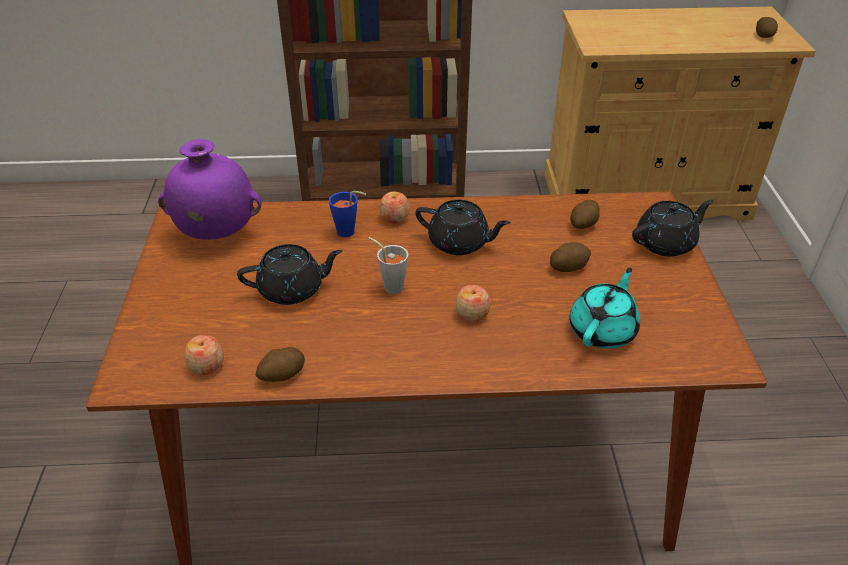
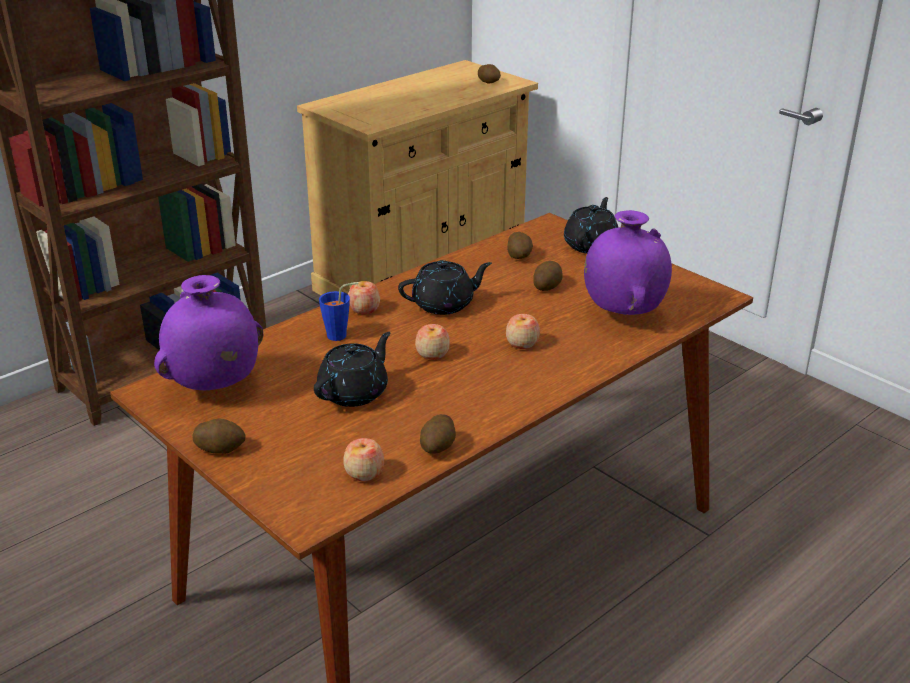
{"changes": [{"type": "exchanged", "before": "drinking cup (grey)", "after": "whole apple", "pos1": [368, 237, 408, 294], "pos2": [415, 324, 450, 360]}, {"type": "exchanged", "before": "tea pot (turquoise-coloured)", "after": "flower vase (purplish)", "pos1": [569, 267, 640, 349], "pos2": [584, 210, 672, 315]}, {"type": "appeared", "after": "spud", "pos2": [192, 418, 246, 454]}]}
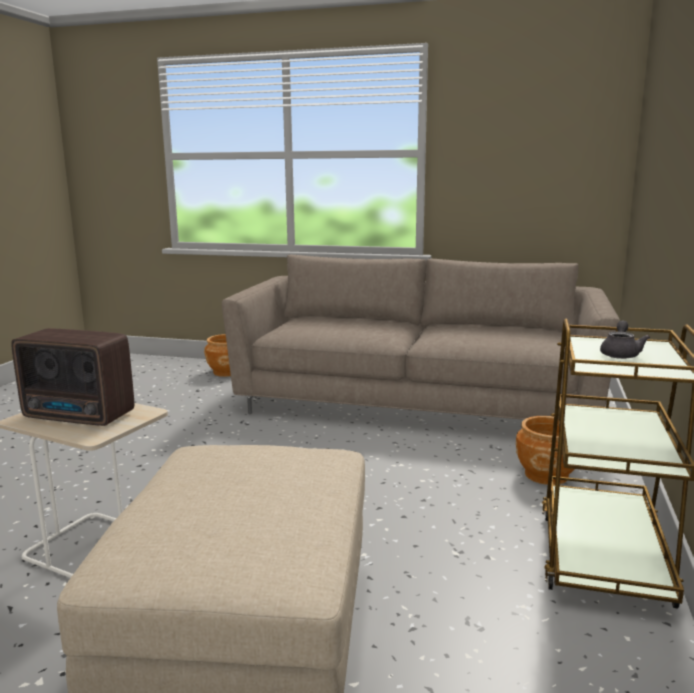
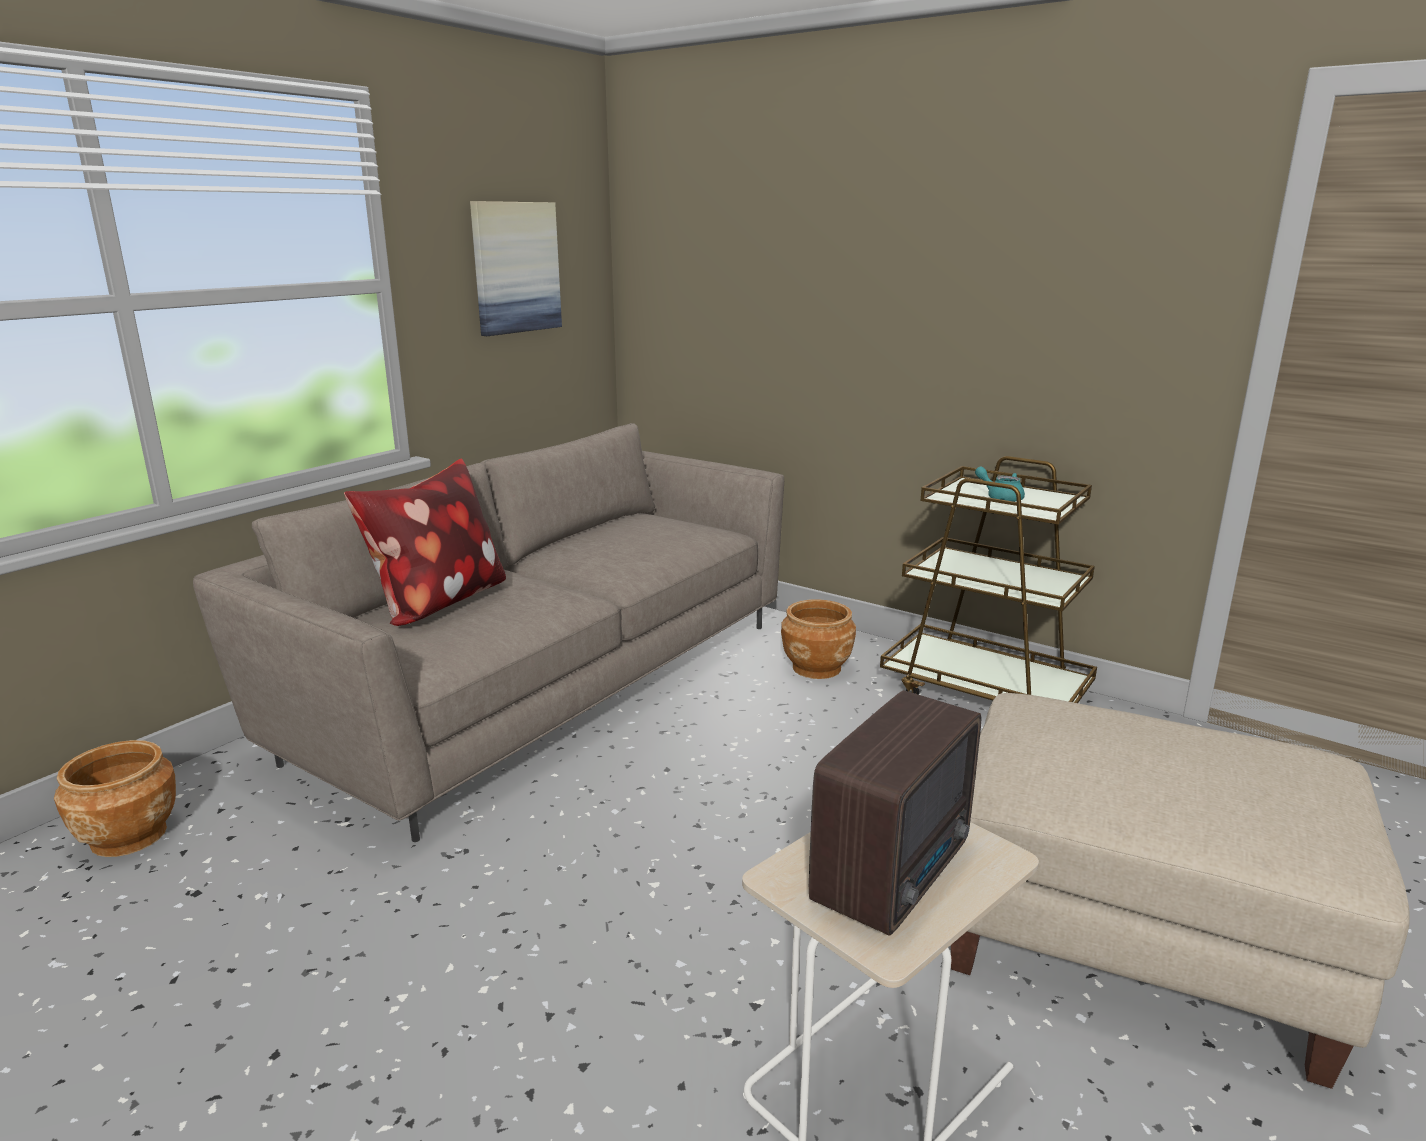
{"changes": [{"type": "colour", "before": "tea pot (grey)", "after": "tea pot (turquoise-coloured)", "pos1": [600, 320, 650, 359], "pos2": [975, 467, 1025, 502]}, {"type": "appeared", "after": "cushion", "pos2": [344, 458, 506, 626]}, {"type": "appeared", "after": "wall art", "pos2": [470, 201, 562, 336]}]}
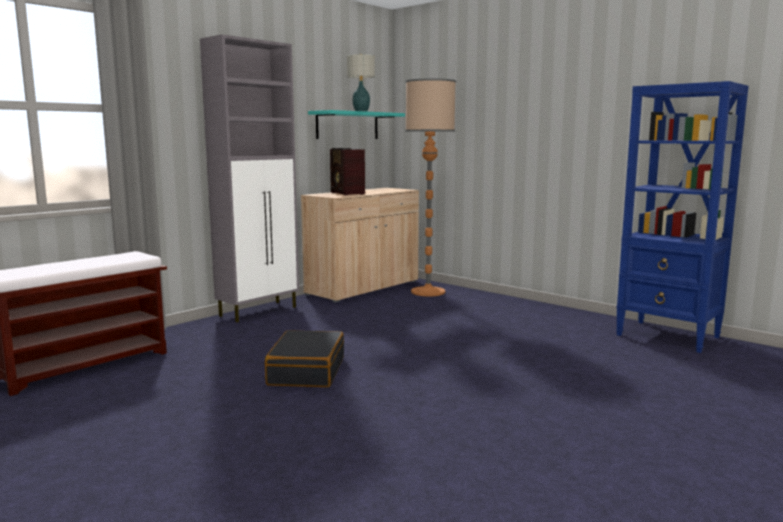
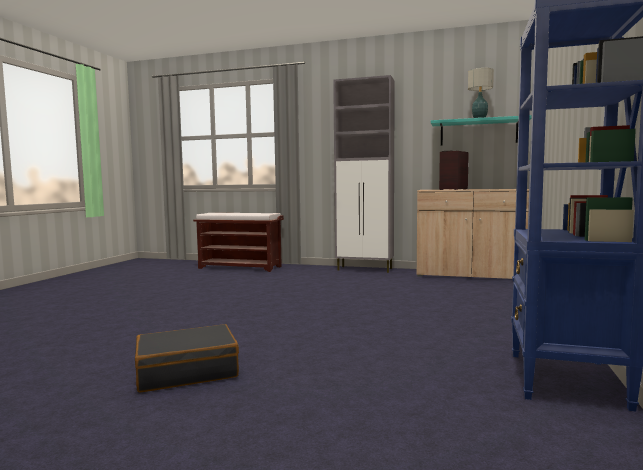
{"changes": [{"type": "relocated", "before": "travel case (black-coloured)", "pos1": [265, 330, 344, 387], "pos2": [135, 324, 239, 393]}, {"type": "missing", "before": "floor lamp", "pos1": [405, 79, 456, 296]}]}
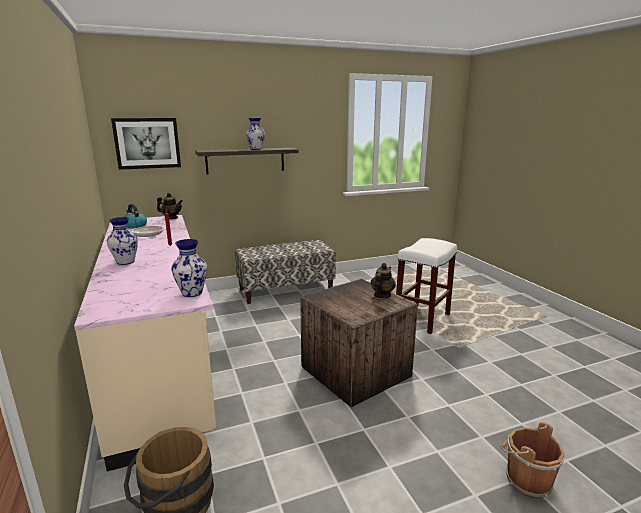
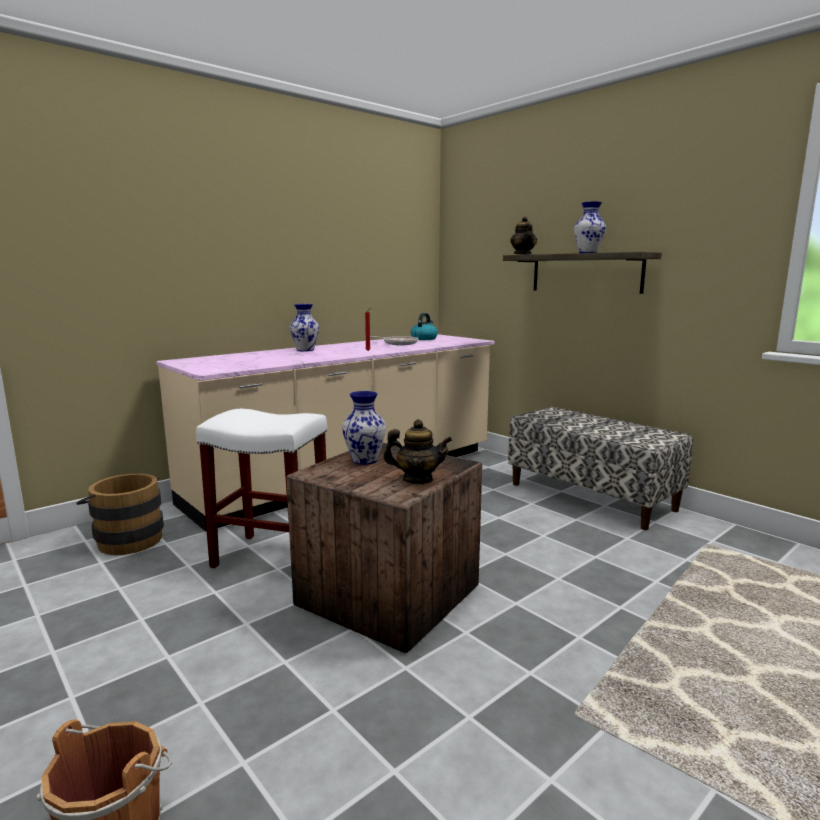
{"changes": [{"type": "missing", "before": "wall art", "pos1": [111, 118, 181, 170]}, {"type": "relocated", "before": "tea pot", "pos1": [157, 193, 183, 219], "pos2": [510, 216, 537, 255]}, {"type": "relocated", "before": "flower vase", "pos1": [171, 239, 207, 297], "pos2": [342, 391, 386, 465]}, {"type": "relocated", "before": "sitting stool (whitish)", "pos1": [396, 238, 457, 334], "pos2": [196, 409, 327, 568]}]}
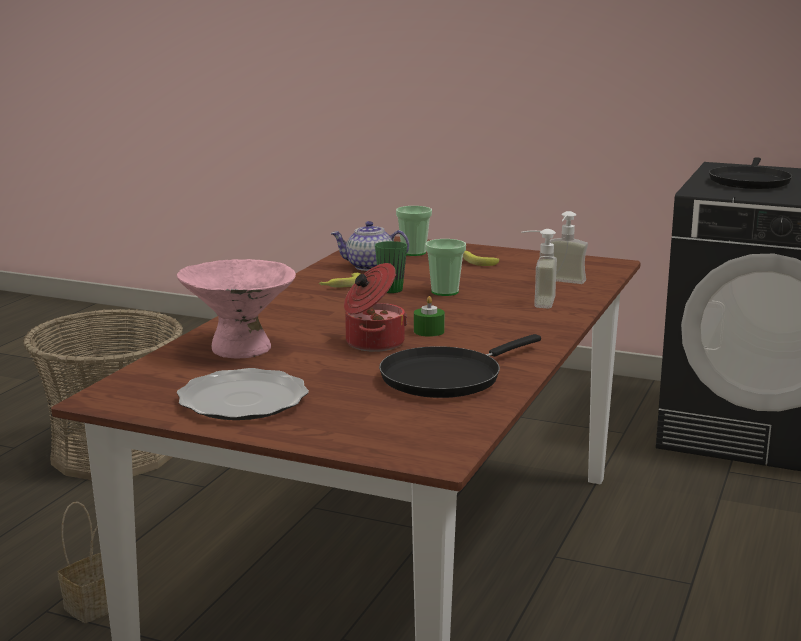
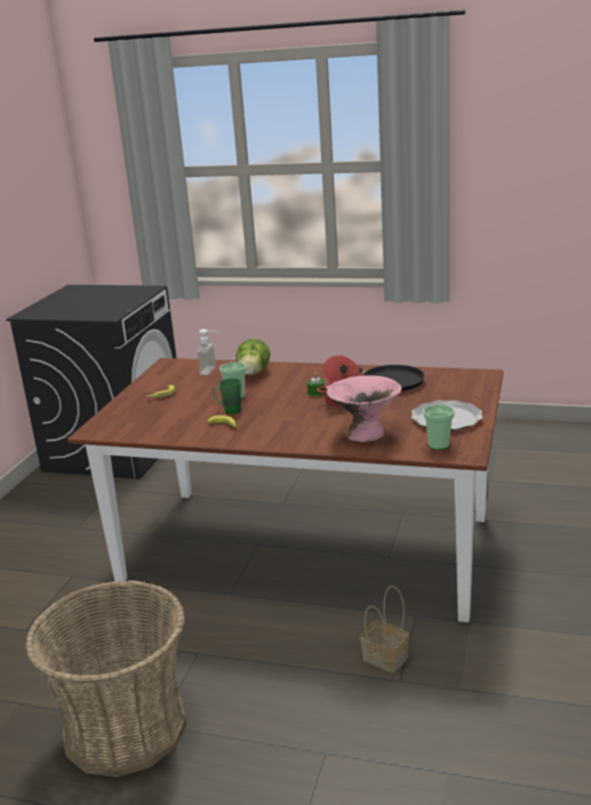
{"changes": [{"type": "missing", "before": "tea pot", "pos1": [330, 221, 409, 271]}, {"type": "relocated", "before": "drinking cup", "pos1": [396, 206, 432, 256], "pos2": [423, 405, 455, 450]}, {"type": "exchanged", "before": "liquid soap bottle", "after": "lettuce", "pos1": [521, 229, 557, 308], "pos2": [236, 338, 270, 375]}, {"type": "missing", "before": "pan (black-coloured)", "pos1": [709, 157, 792, 189]}]}
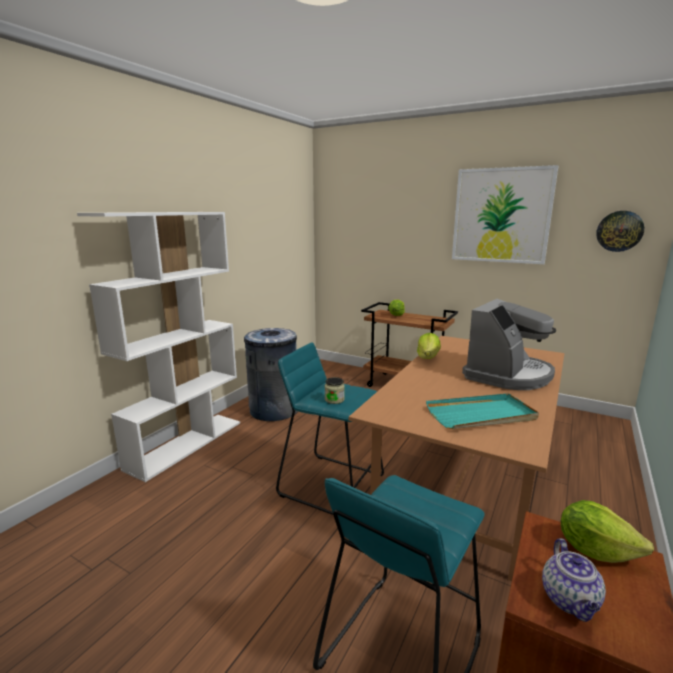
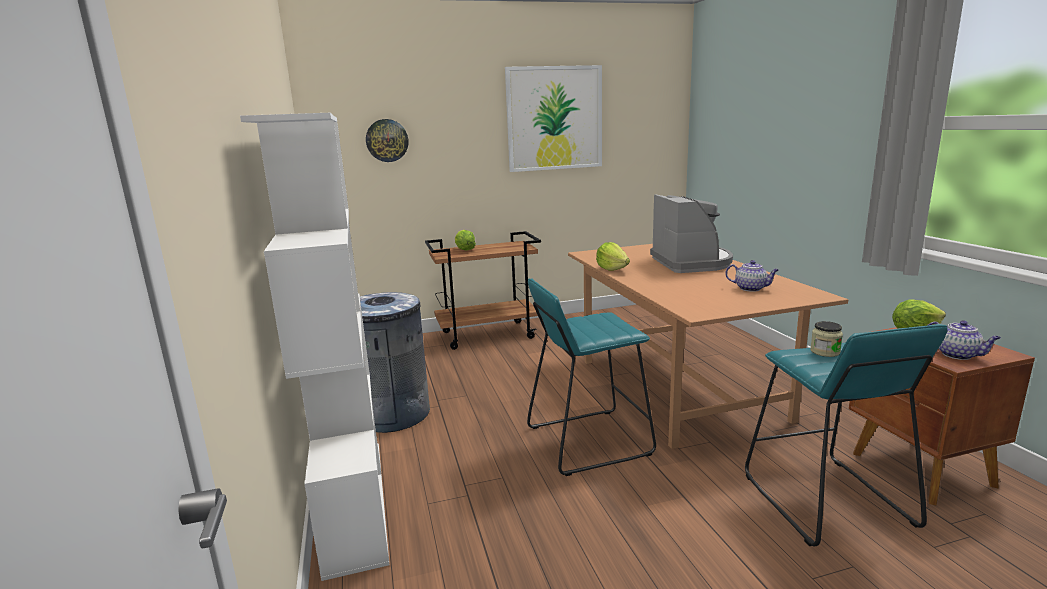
{"changes": [{"type": "relocated", "before": "preserve jar", "pos1": [325, 377, 345, 404], "pos2": [810, 321, 843, 357]}, {"type": "exchanged", "before": "carrying tray (turquoise-coloured)", "after": "tea pot", "pos1": [426, 393, 539, 429], "pos2": [725, 260, 779, 292]}, {"type": "relocated", "before": "clock on the wall", "pos1": [596, 211, 644, 252], "pos2": [366, 119, 409, 162]}]}
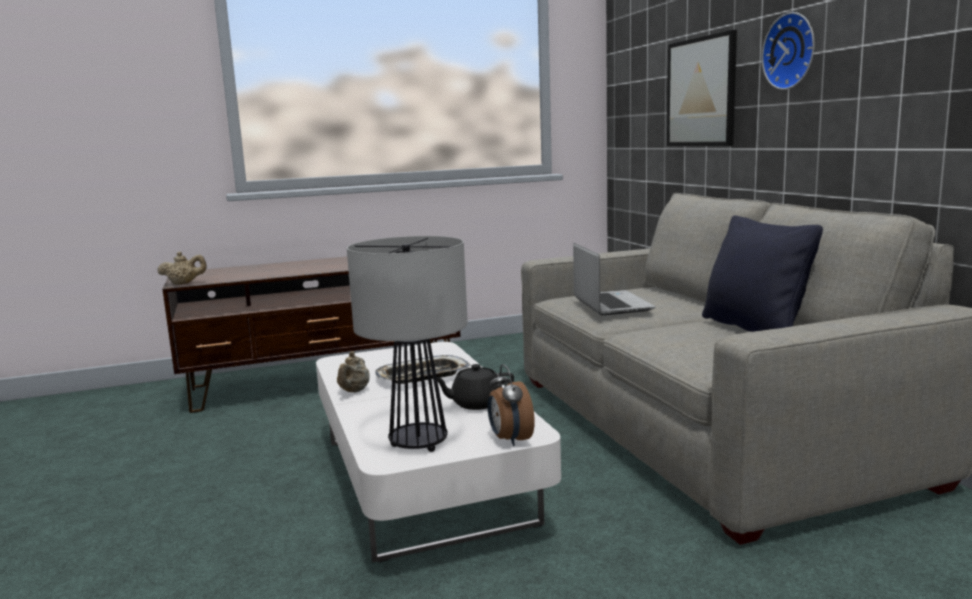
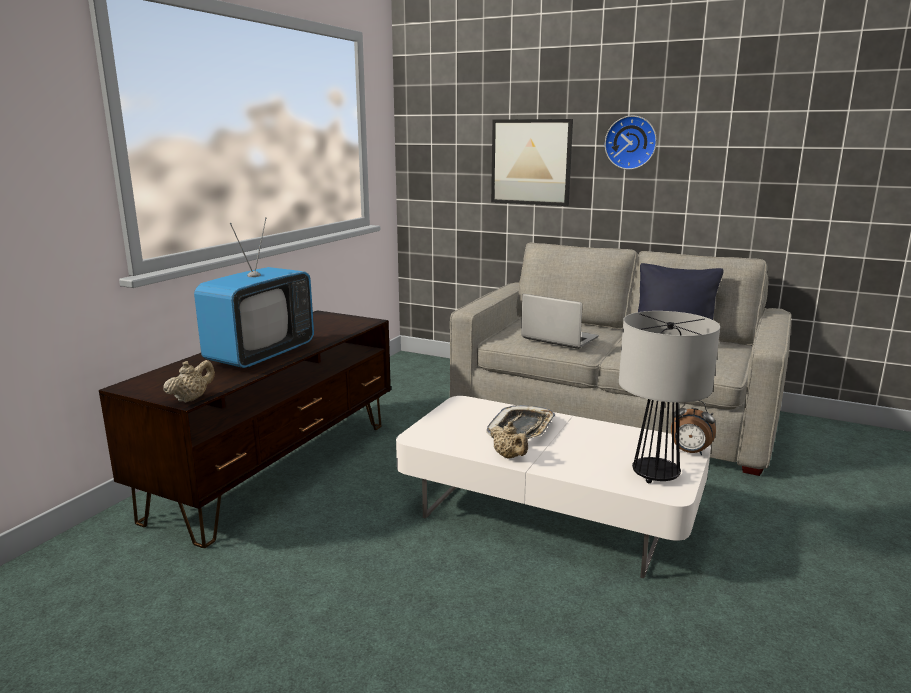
{"changes": [{"type": "missing", "before": "tea pot (black-coloured)", "pos1": [432, 364, 514, 410]}, {"type": "appeared", "after": "TV set", "pos2": [194, 217, 314, 368]}]}
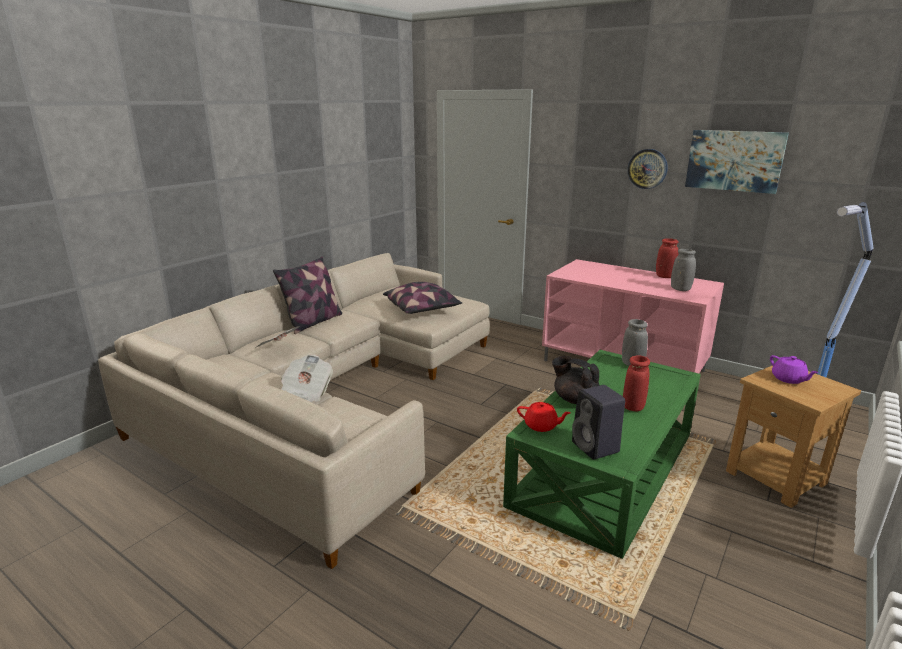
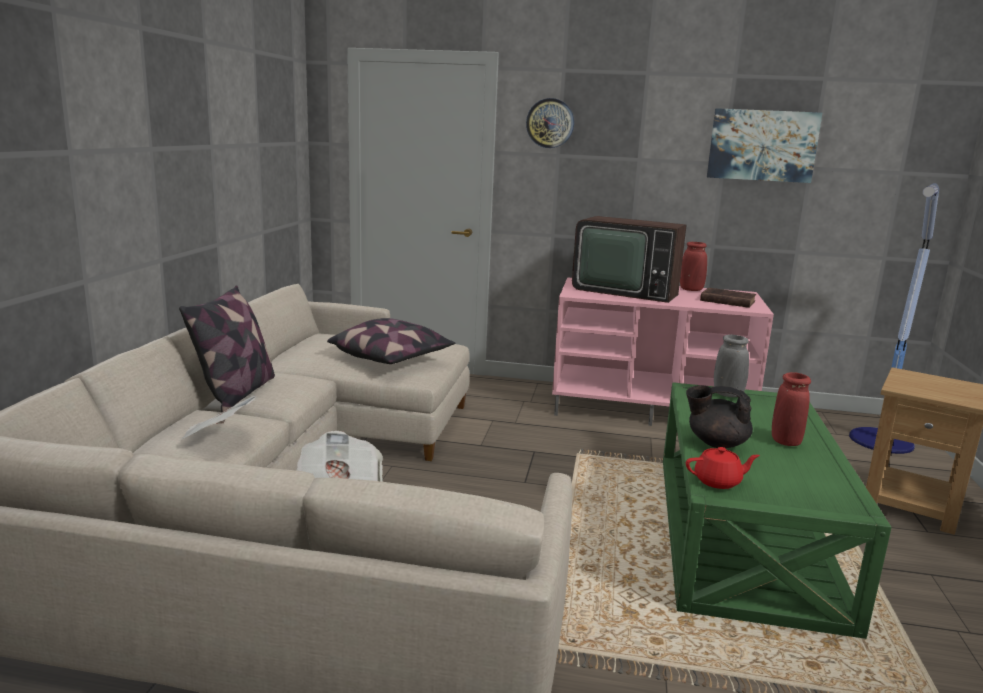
{"changes": [{"type": "missing", "before": "audio speaker (black-coloured)", "pos1": [572, 385, 625, 460]}, {"type": "relocated", "before": "clock on the wall", "pos1": [628, 149, 668, 189], "pos2": [526, 98, 574, 148]}, {"type": "exchanged", "before": "flower vase (grey)", "after": "book (brown-coloured)", "pos1": [671, 249, 696, 291], "pos2": [700, 288, 756, 308]}, {"type": "missing", "before": "tea pot (purplish)", "pos1": [770, 355, 819, 384]}, {"type": "appeared", "after": "TV set", "pos2": [572, 216, 687, 303]}]}
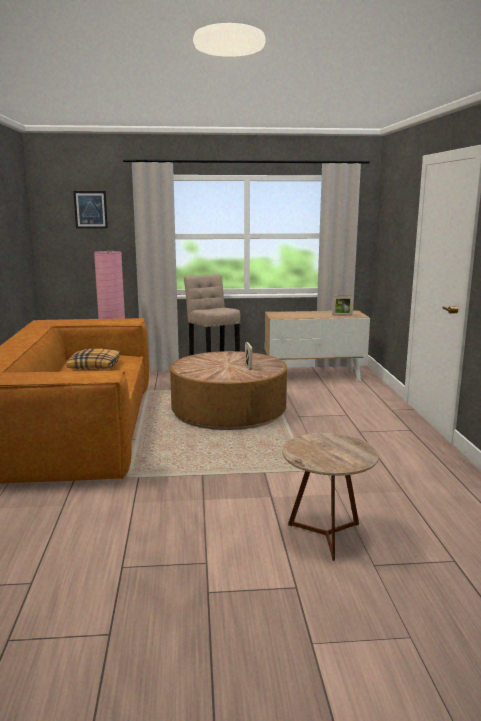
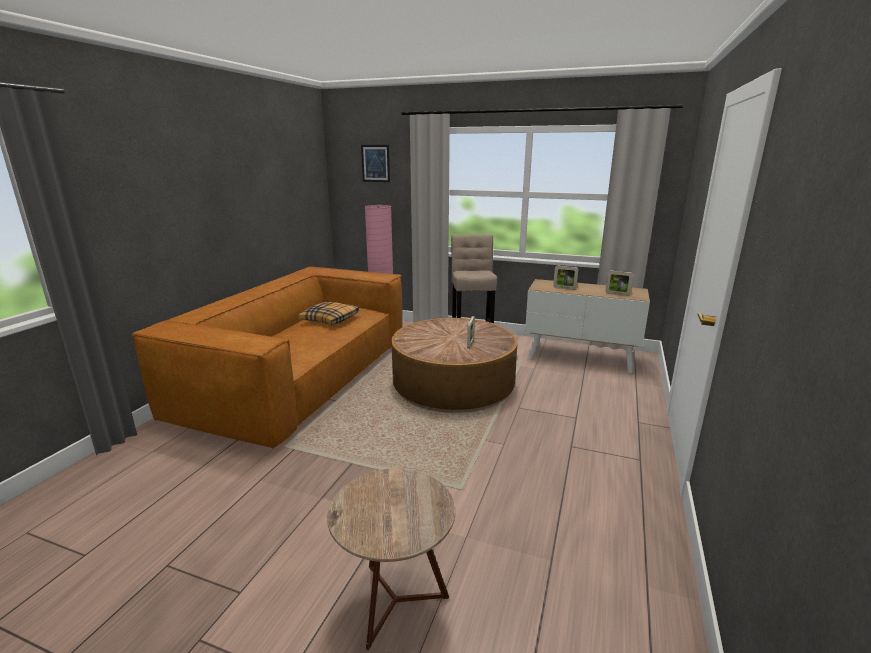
{"changes": [{"type": "appeared", "after": "photo frame", "pos2": [553, 265, 579, 290]}]}
